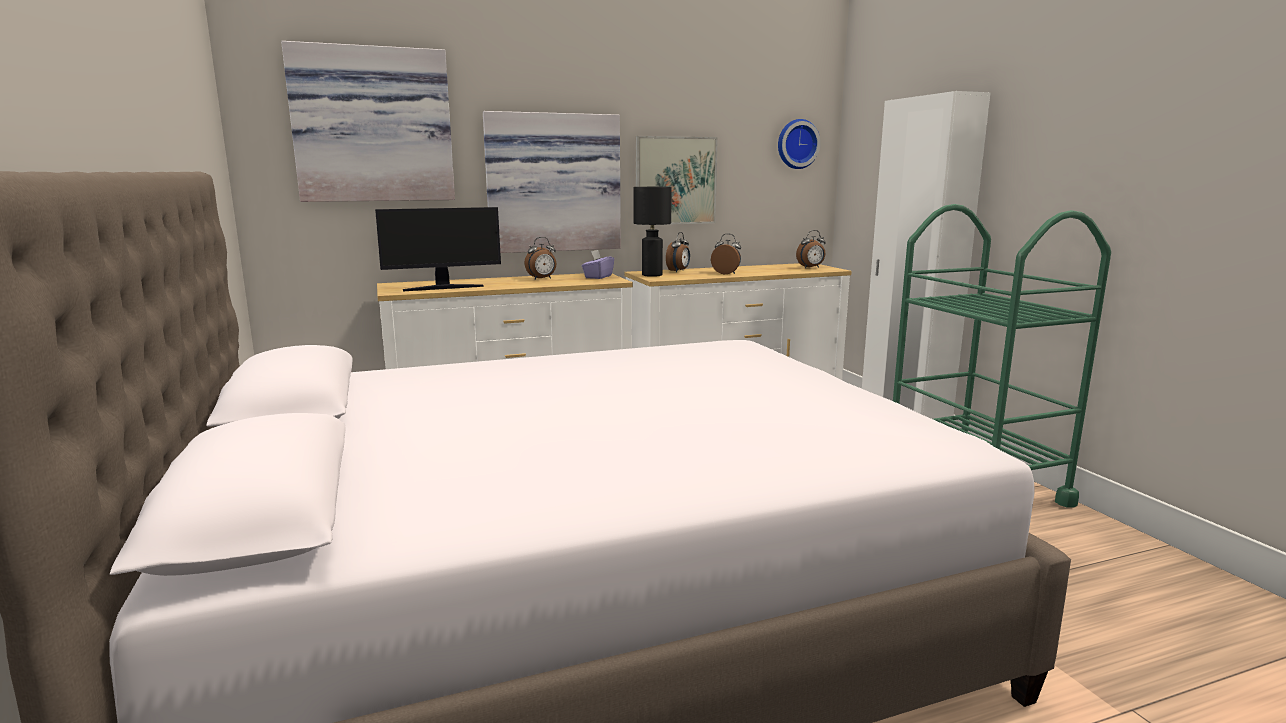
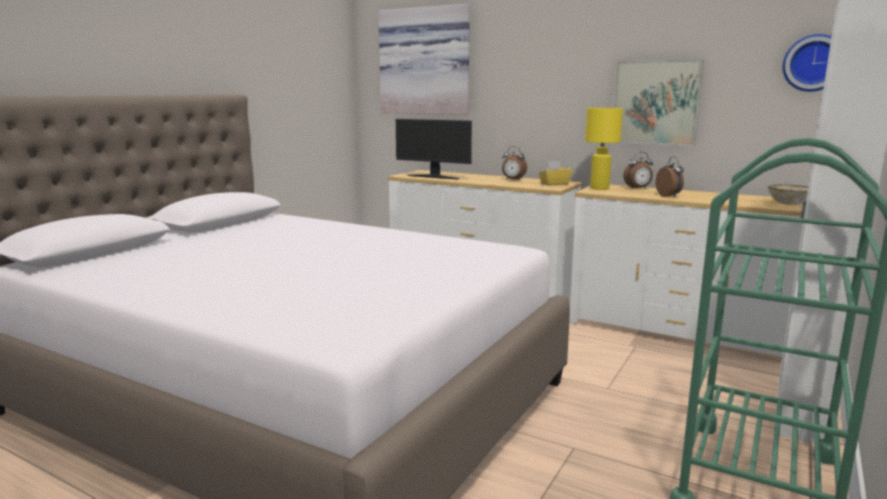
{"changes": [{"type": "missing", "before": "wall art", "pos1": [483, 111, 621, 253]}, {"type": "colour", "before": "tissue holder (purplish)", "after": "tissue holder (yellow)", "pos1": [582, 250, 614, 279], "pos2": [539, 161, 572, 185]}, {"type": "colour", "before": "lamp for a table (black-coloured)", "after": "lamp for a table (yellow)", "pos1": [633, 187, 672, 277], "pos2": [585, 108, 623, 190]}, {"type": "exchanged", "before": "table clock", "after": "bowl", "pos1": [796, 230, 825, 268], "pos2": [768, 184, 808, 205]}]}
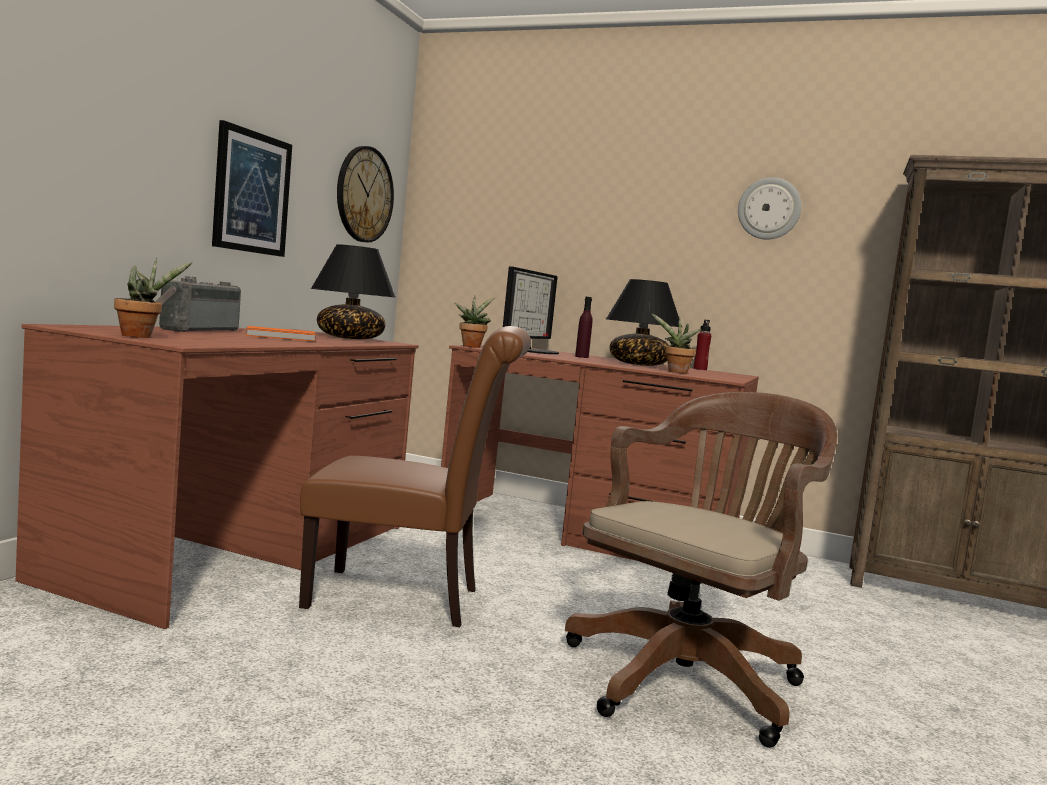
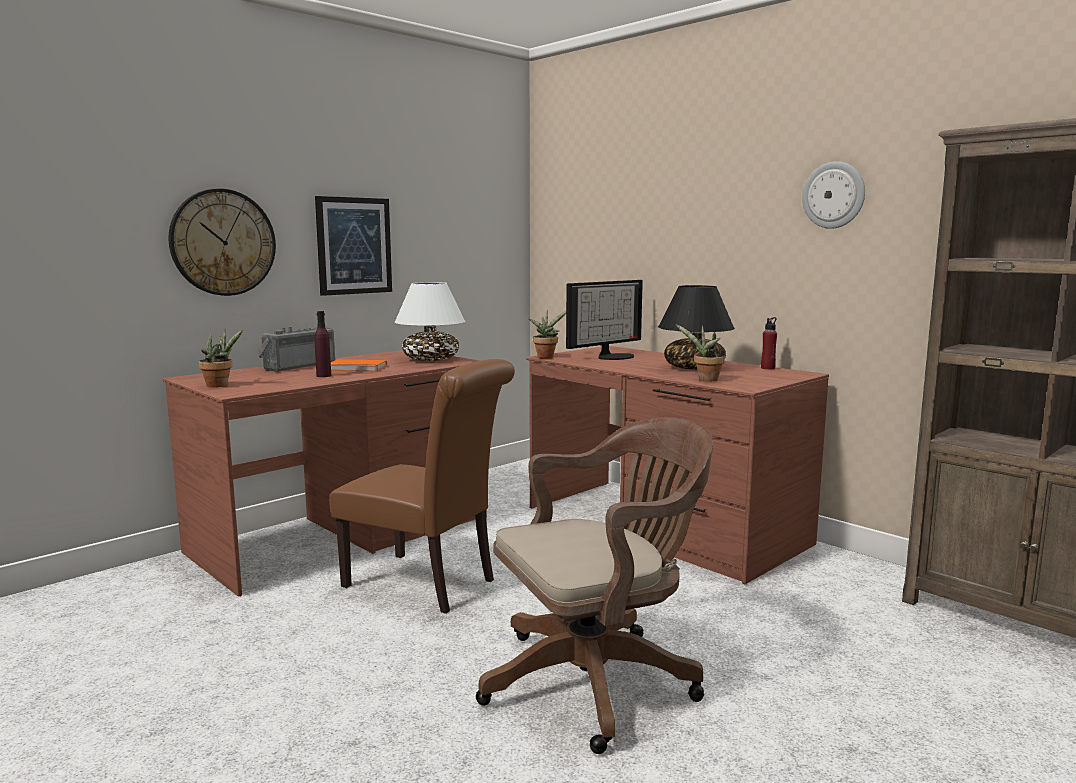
{"changes": [{"type": "colour", "before": "lamp for a table (black-coloured)", "after": "lamp for a table (whitish)", "pos1": [311, 244, 395, 339], "pos2": [395, 282, 465, 361]}, {"type": "relocated", "before": "clock on the wall", "pos1": [337, 146, 394, 243], "pos2": [168, 189, 276, 296]}, {"type": "relocated", "before": "beverage bottle (purplish)", "pos1": [575, 297, 593, 358], "pos2": [315, 311, 331, 377]}]}
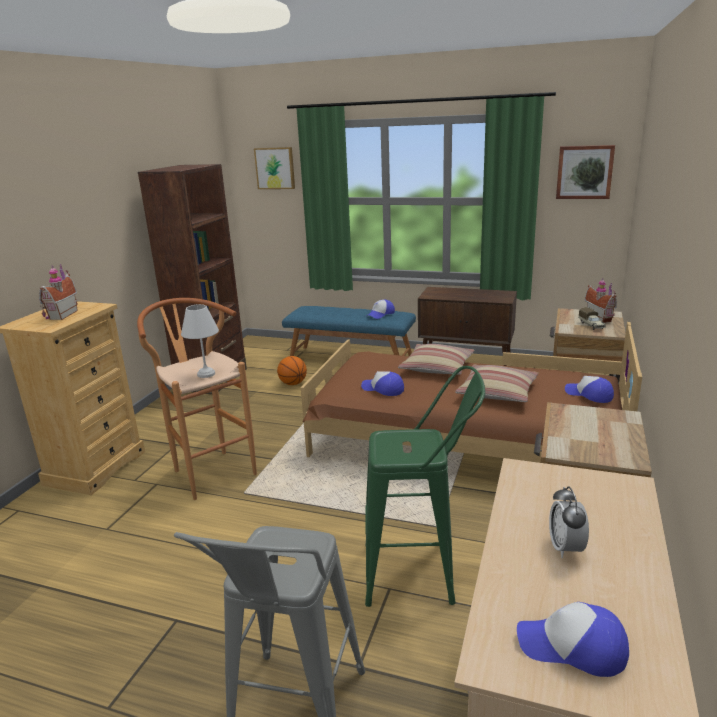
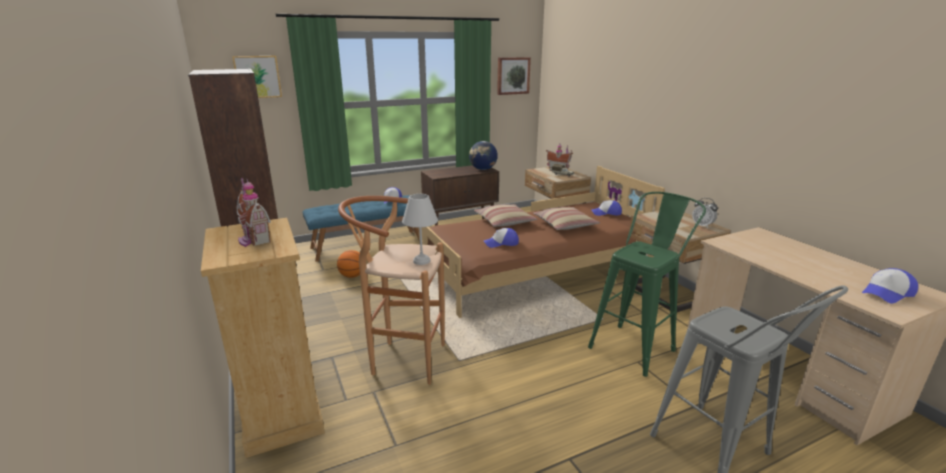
{"changes": [{"type": "relocated", "before": "table clock", "pos1": [549, 486, 589, 558], "pos2": [692, 198, 718, 228]}, {"type": "appeared", "after": "desk globe", "pos2": [469, 141, 498, 170]}]}
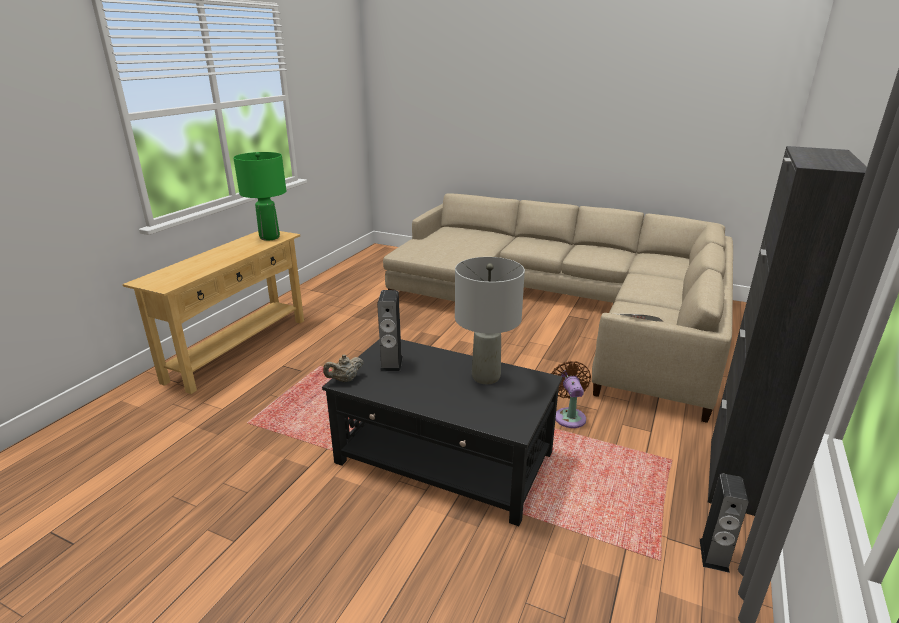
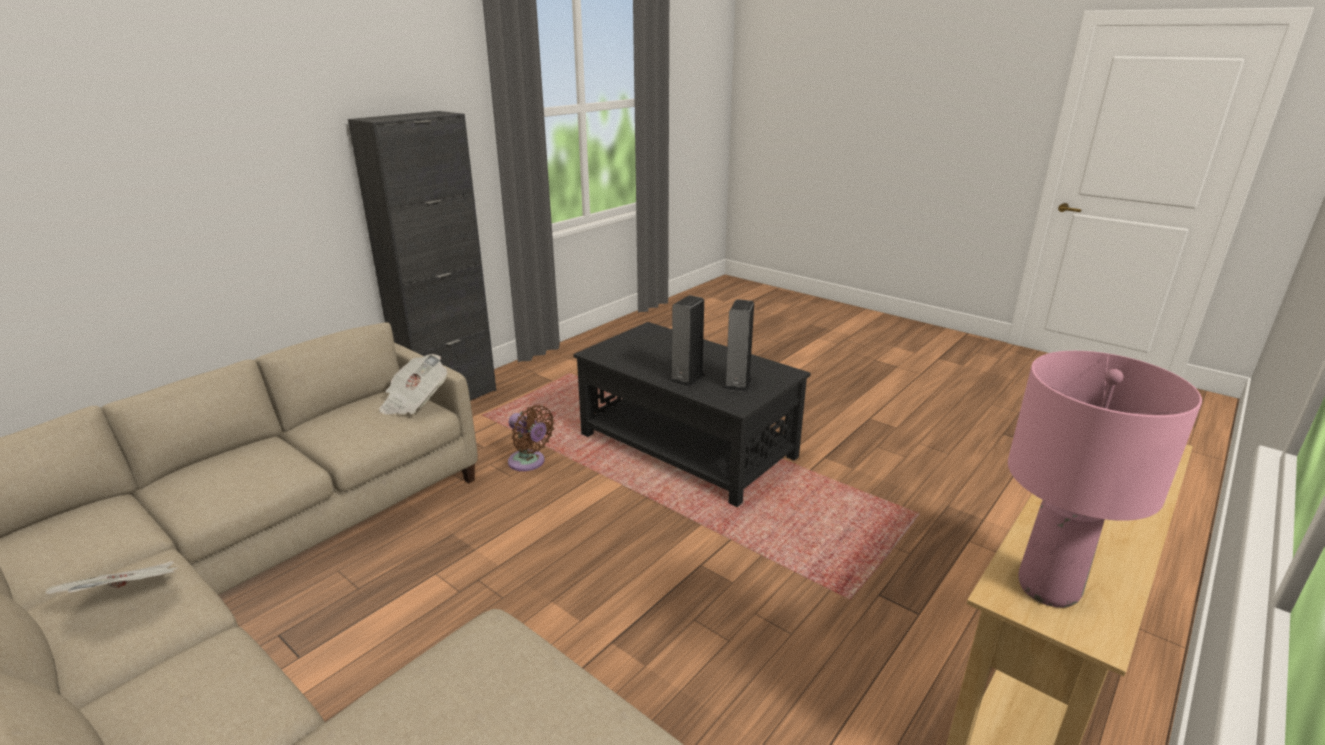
{"changes": [{"type": "colour", "before": "lamp for a table (green-coloured)", "after": "lamp for a table (pinkish)", "pos1": [233, 152, 286, 241], "pos2": [1008, 351, 1202, 608]}, {"type": "missing", "before": "tea pot (sand-coloured)", "pos1": [323, 355, 363, 382]}, {"type": "missing", "before": "lamp for a table (grey)", "pos1": [455, 257, 525, 384]}, {"type": "spun", "before": "fan (brown-coloured)", "pos1": [551, 361, 591, 428], "pos2": [508, 405, 555, 471], "turn": -60}, {"type": "relocated", "before": "audio speaker", "pos1": [700, 474, 749, 573], "pos2": [670, 295, 704, 387]}, {"type": "appeared", "after": "printed paper", "pos2": [45, 561, 178, 594]}]}
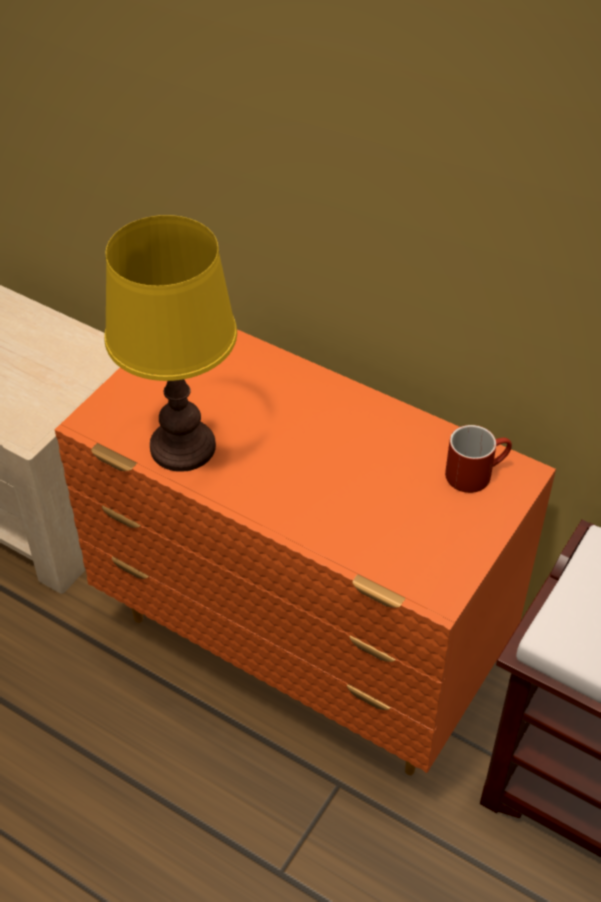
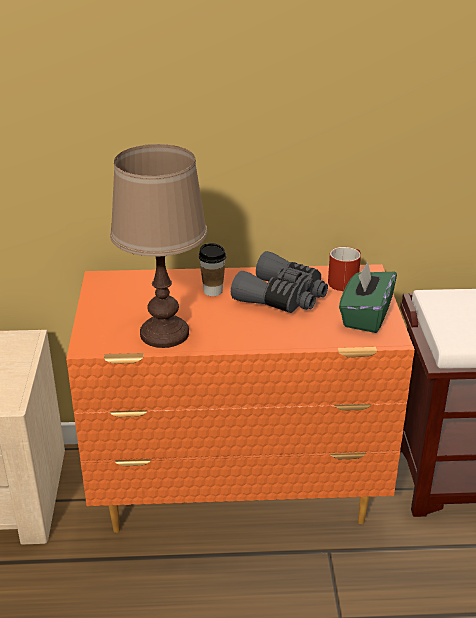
{"changes": [{"type": "colour", "before": "lamp for a table (yellow)", "after": "lamp for a table (brown-coloured)", "pos1": [104, 215, 237, 472], "pos2": [110, 144, 207, 348]}, {"type": "appeared", "after": "drinking cup", "pos2": [199, 243, 226, 296]}, {"type": "appeared", "after": "field glasses (grey)", "pos2": [231, 251, 328, 313]}, {"type": "appeared", "after": "tissue holder (green-coloured)", "pos2": [339, 262, 397, 333]}]}
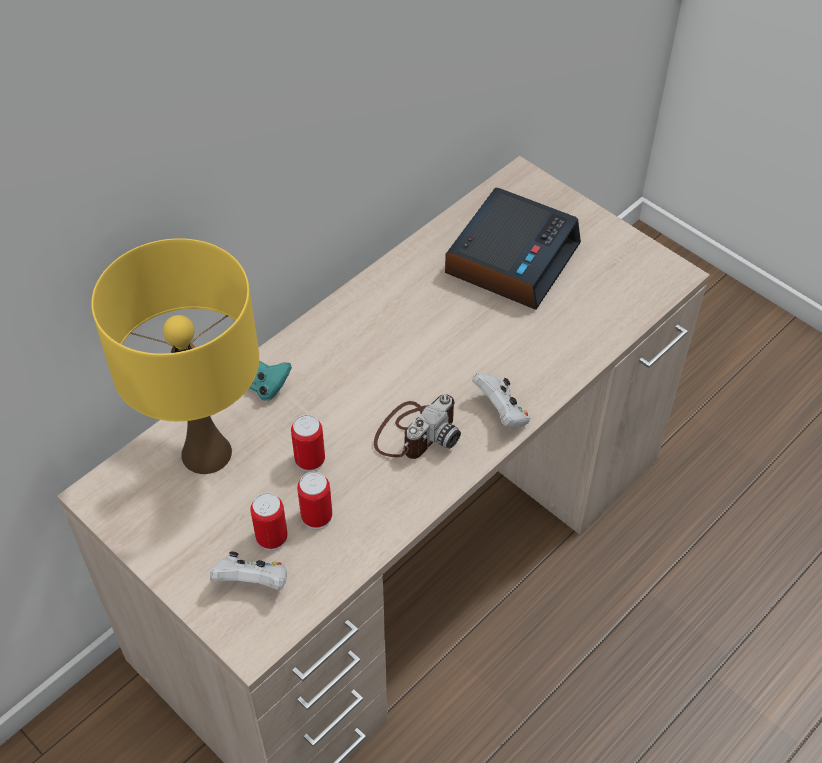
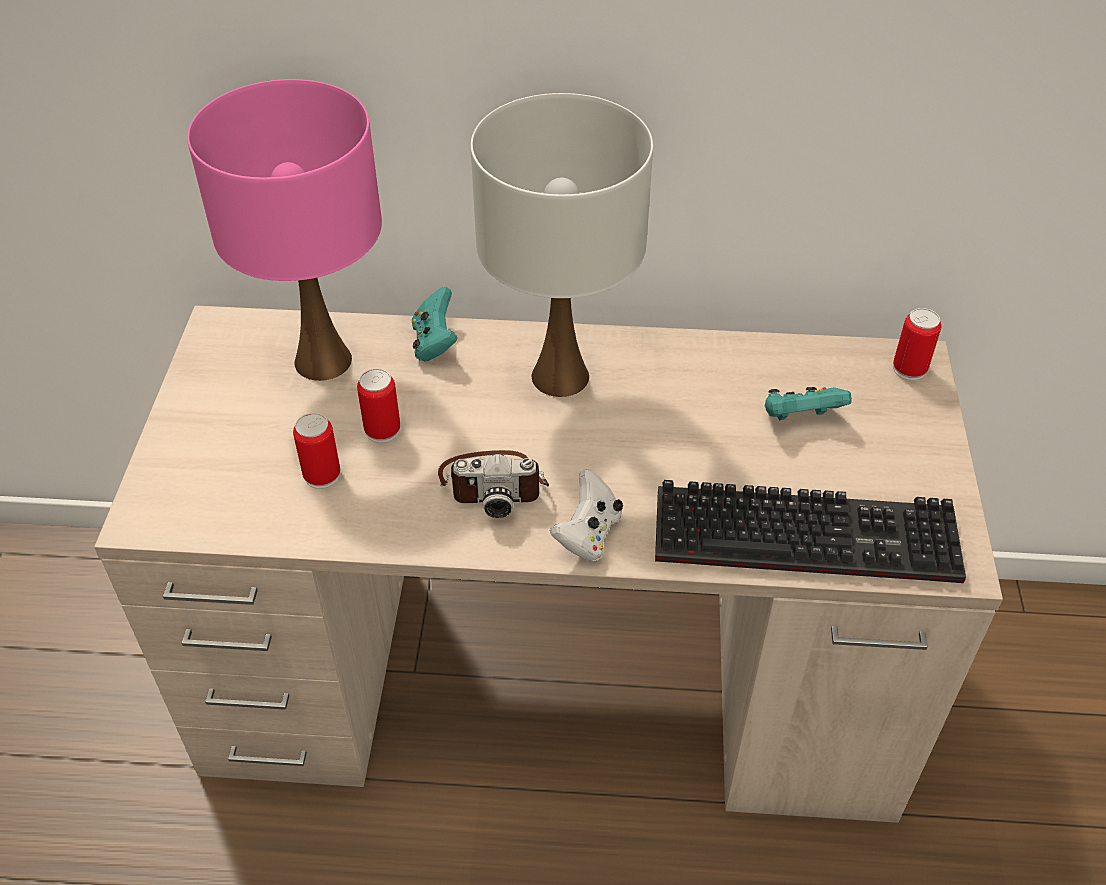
{"changes": [{"type": "colour", "before": "lamp for a table (yellow)", "after": "lamp for a table (pinkish)", "pos1": [91, 238, 259, 474], "pos2": [187, 79, 382, 381]}, {"type": "missing", "before": "gamepad (whitish)", "pos1": [210, 551, 287, 590]}, {"type": "relocated", "before": "metal can", "pos1": [251, 493, 288, 551], "pos2": [893, 308, 941, 380]}, {"type": "exchanged", "before": "table clock", "after": "gamepad (turquoise-coloured)", "pos1": [445, 188, 581, 310], "pos2": [765, 387, 852, 421]}, {"type": "appeared", "after": "lamp for a table (whitish)", "pos2": [471, 93, 653, 397]}, {"type": "appeared", "after": "PC keyboard", "pos2": [655, 480, 966, 583]}]}
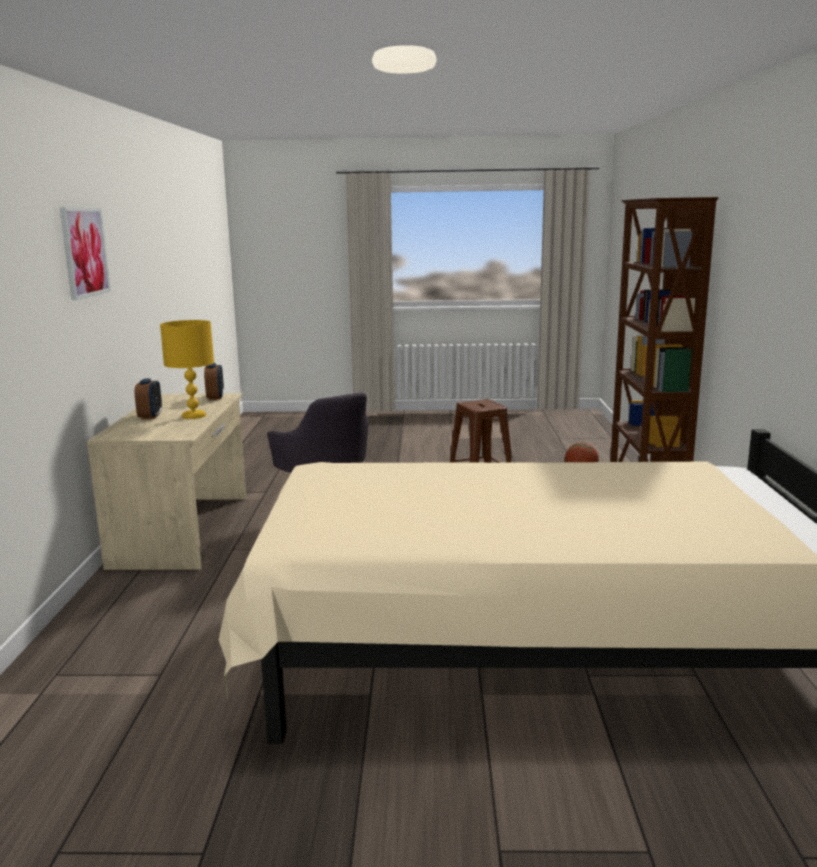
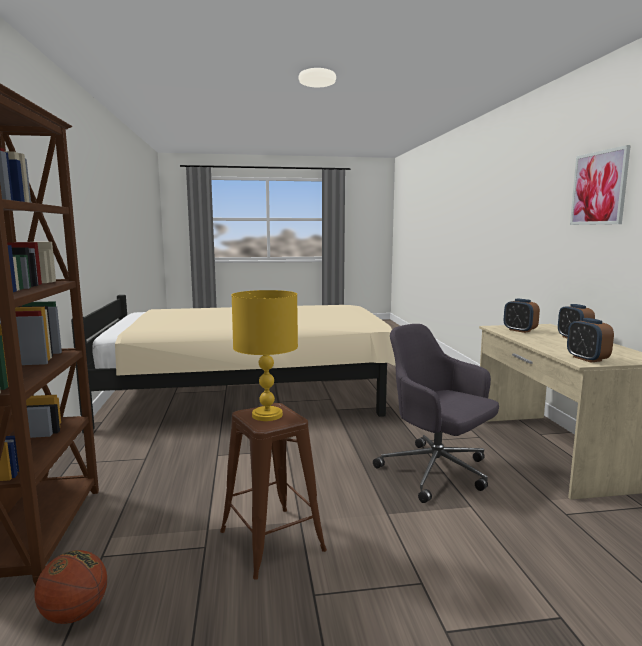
{"changes": [{"type": "relocated", "before": "lamp for a table (yellow)", "pos1": [160, 320, 214, 419], "pos2": [232, 290, 298, 421]}, {"type": "appeared", "after": "table clock", "pos2": [504, 299, 540, 333]}]}
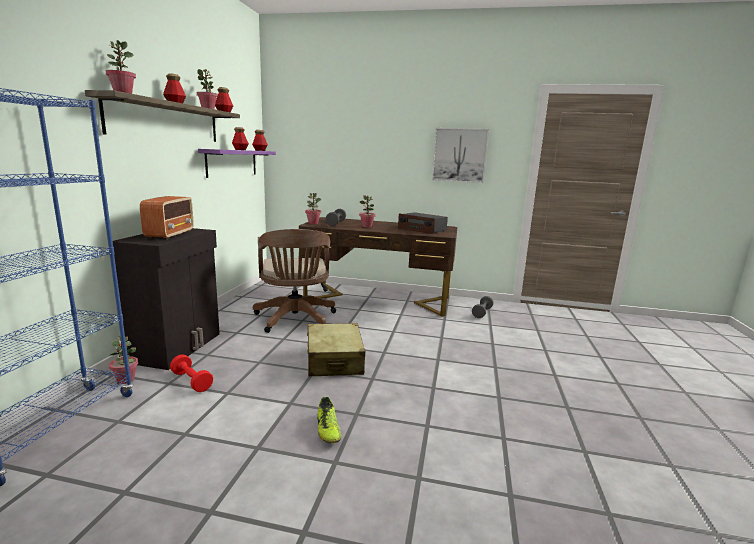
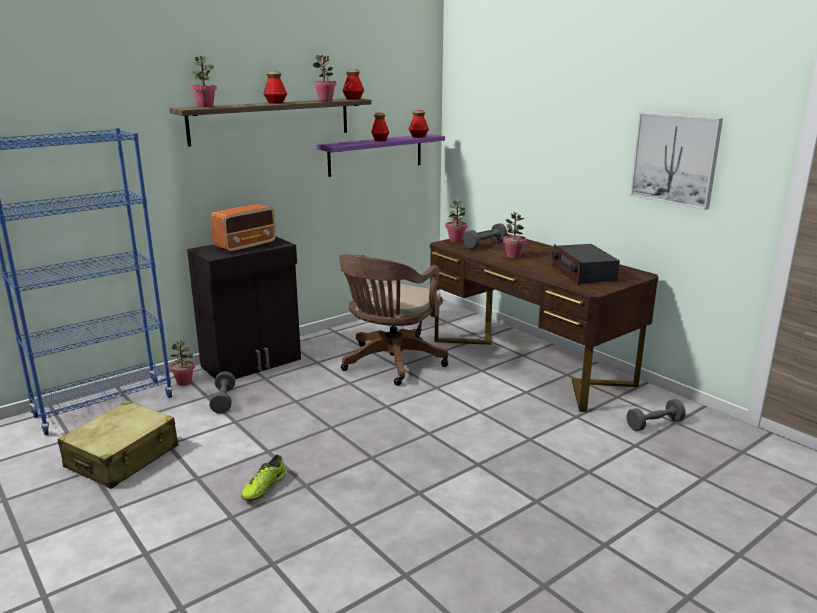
{"changes": [{"type": "colour", "before": "free weight (reddish)", "after": "free weight (grey)", "pos1": [170, 354, 213, 392], "pos2": [209, 371, 236, 413]}, {"type": "relocated", "before": "travel case (sand-coloured)", "pos1": [307, 323, 366, 376], "pos2": [57, 401, 178, 489]}]}
